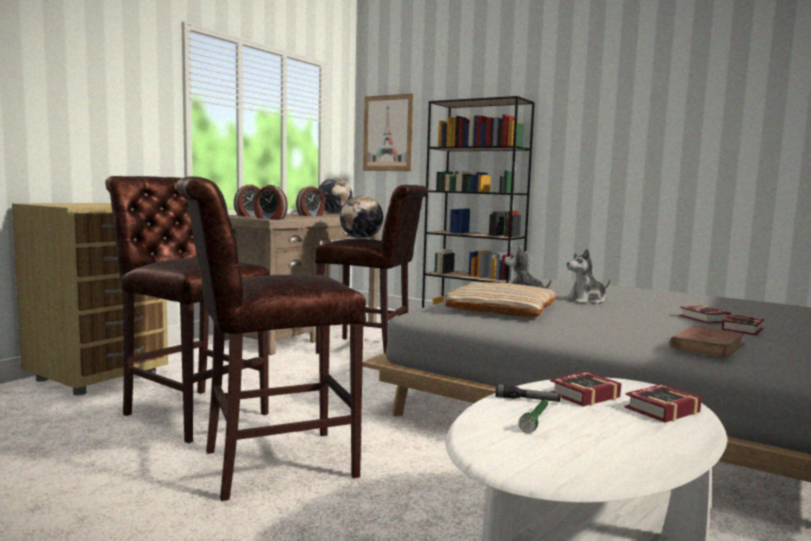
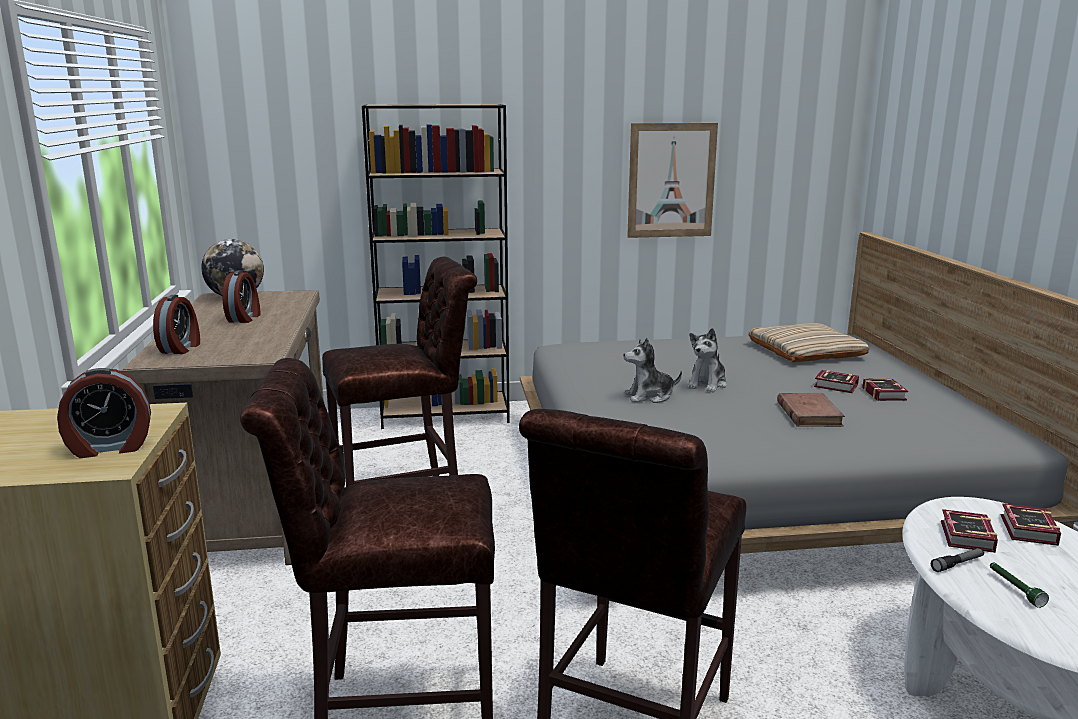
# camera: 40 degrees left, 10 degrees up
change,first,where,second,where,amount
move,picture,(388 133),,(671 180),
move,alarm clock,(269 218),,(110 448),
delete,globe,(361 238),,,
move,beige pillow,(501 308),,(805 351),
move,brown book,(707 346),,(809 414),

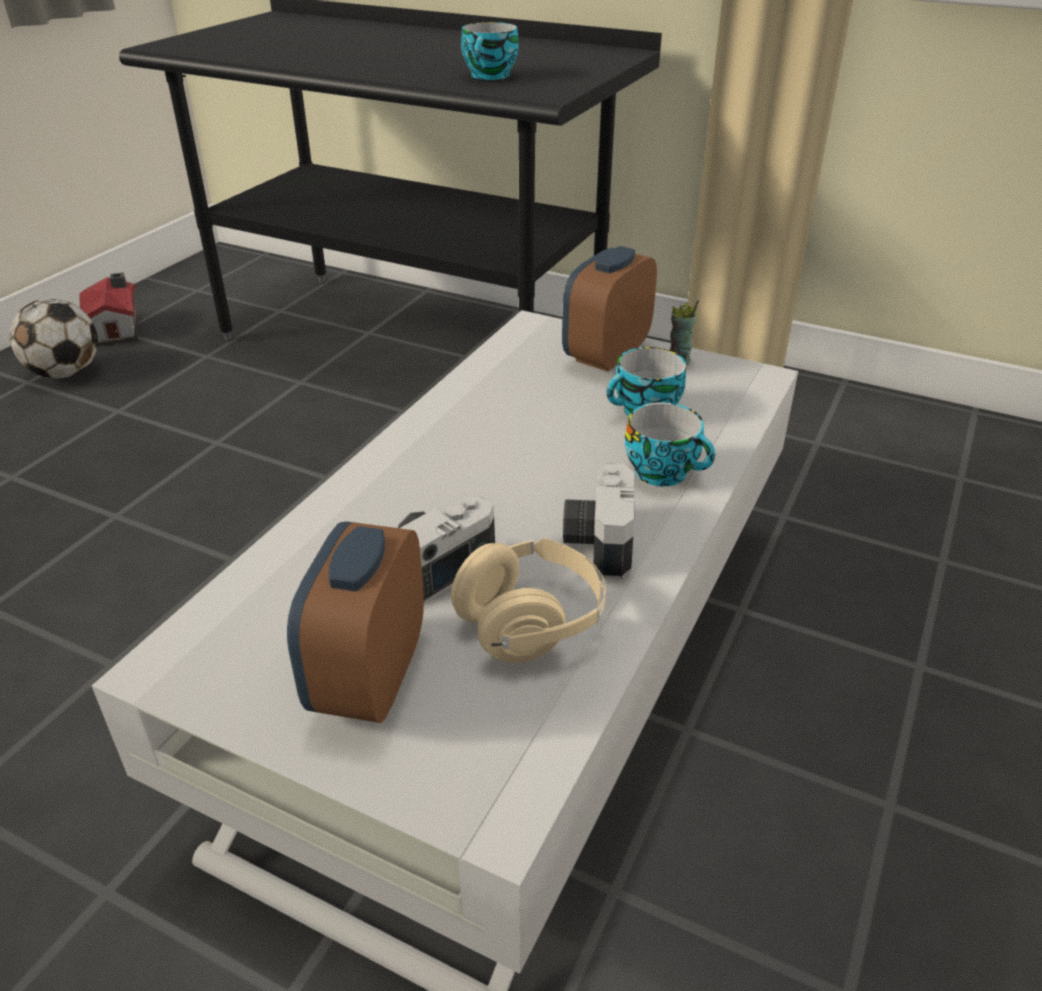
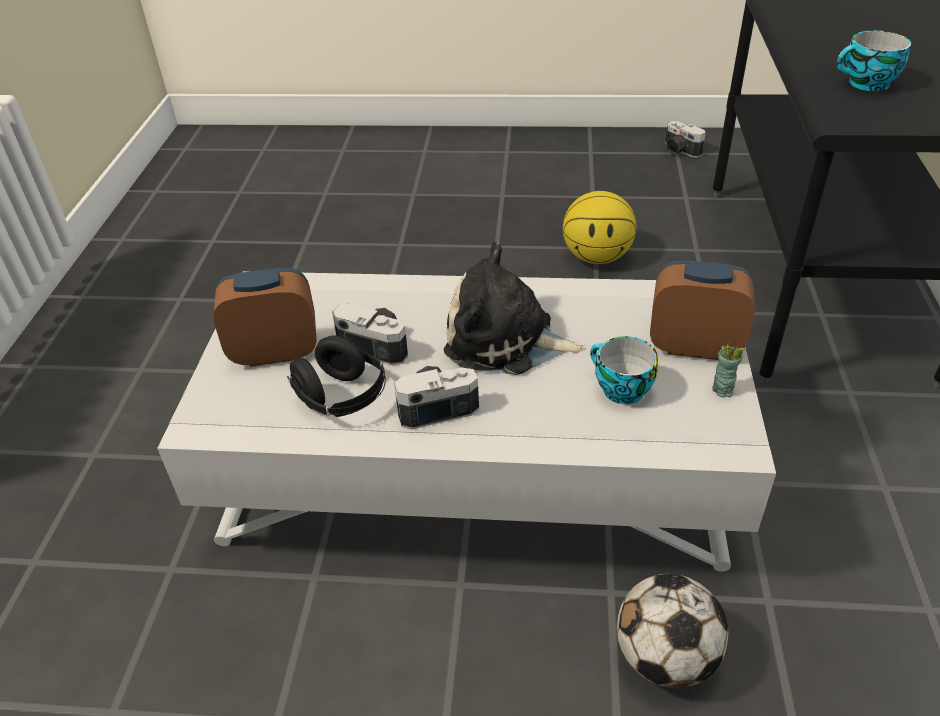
# camera: 70 degrees right, 5 degrees up
change,first,where,second,where,amount
replace,toy house,(119 329),photo camera,(679 151),
move,football,(66 373),,(665 657),
delete,cup,(665 472),,,
recolor,beige headphones,(531 623),black headphones,(342 398),
insert,,,basketball,(597 257),
insert,,,plush toy,(506 341),

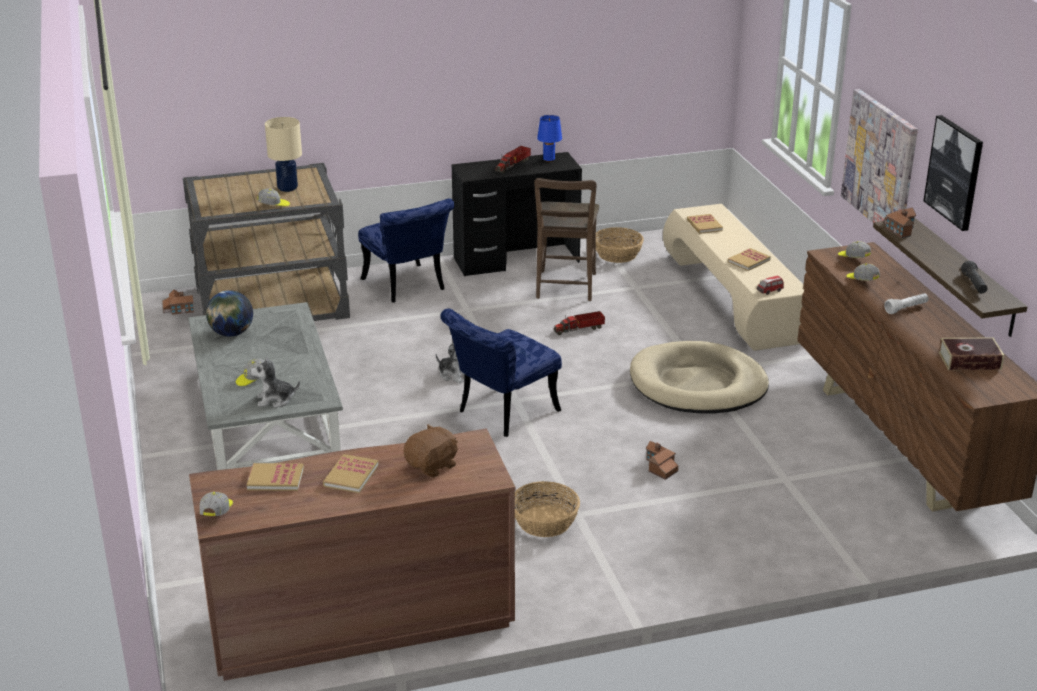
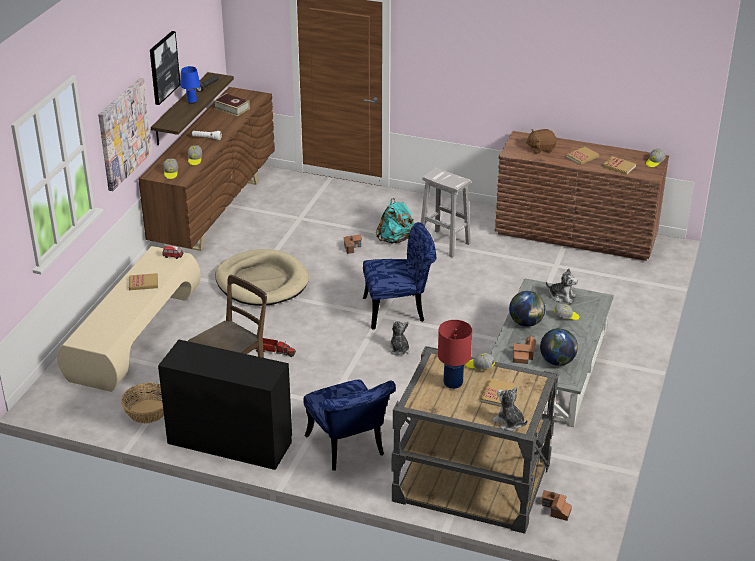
# camera: 145 degrees left, 5 degrees up
change,first,where,second,where,amount
move,blue table lamp,(549 160),,(191 102),
recolor,beige table lamp,(287 189),red table lamp,(453 384),
delete,toy truck,(513 165),,,
rotate,blue chair,(407 287),,(348 449),150 degrees clockwise
move,toy house,(900 229),,(523 355),
move,book,(704 225),,(497 394),
replace,basket,(544 522),white stool,(445 244),
insert,,,turquoise backpack,(395 239),
insert,,,globe,(526 323),
insert,,,plush toy,(509 423),

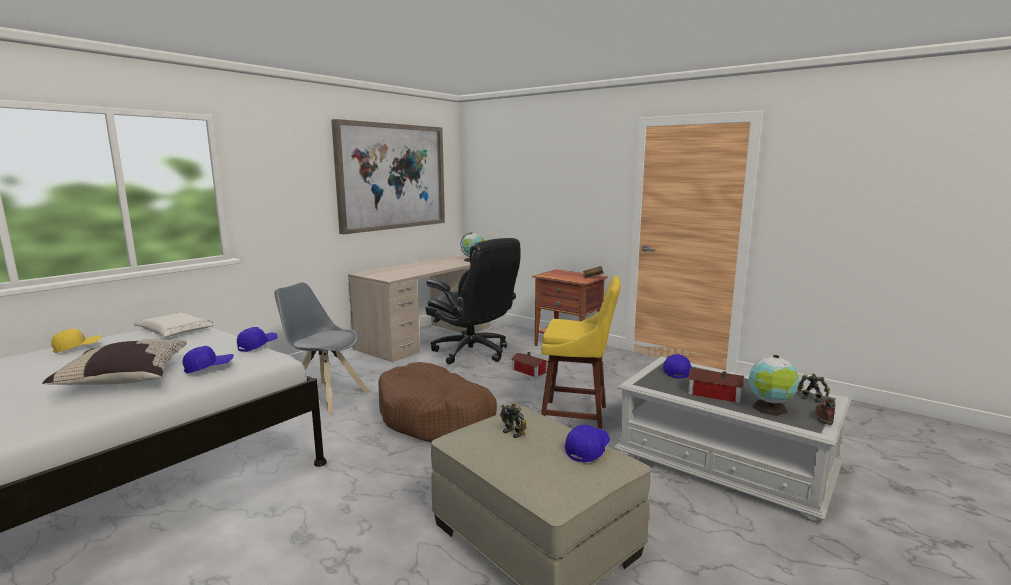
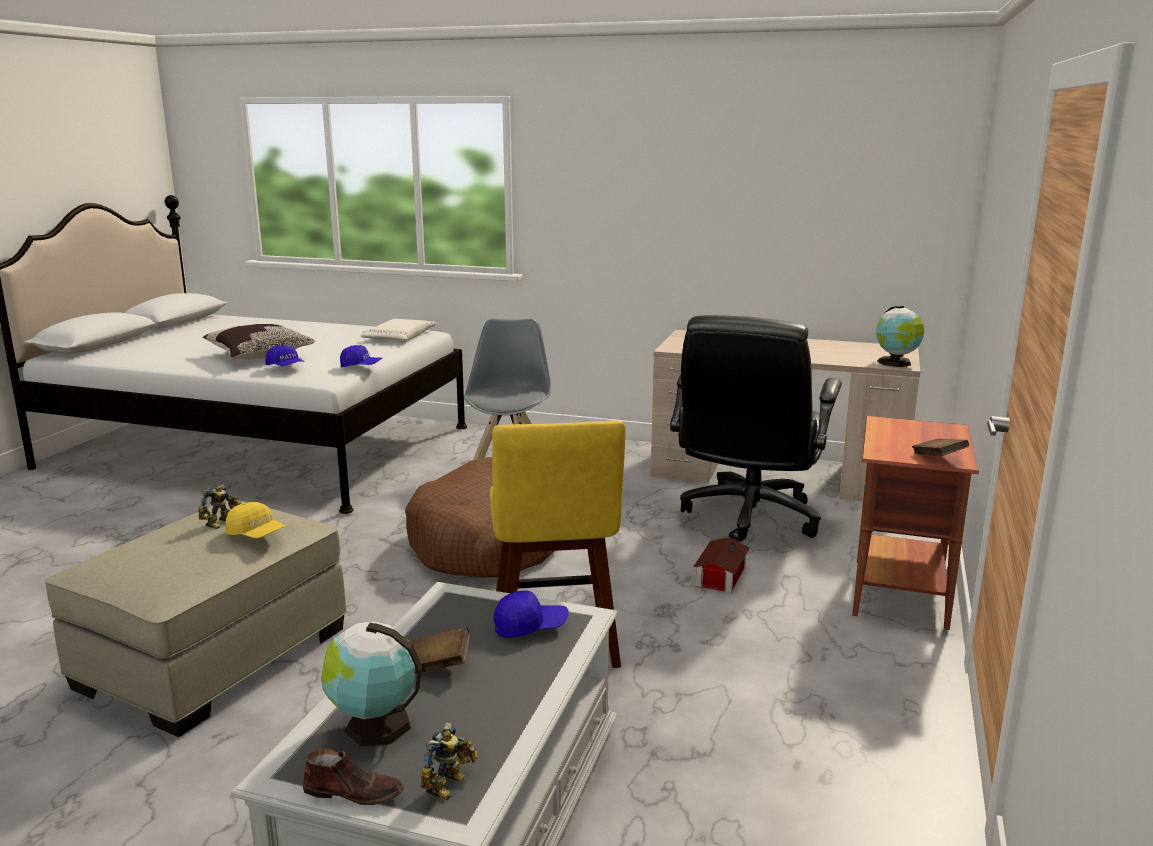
# camera: 70 degrees right, 5 degrees up
change,first,where,second,where,amount
delete,picture,(392 176),,,
move,yellow cap,(78 347),,(256 534),
replace,toy house,(713 392),brown book,(437 666),
delete,blue cap,(587 450),,,

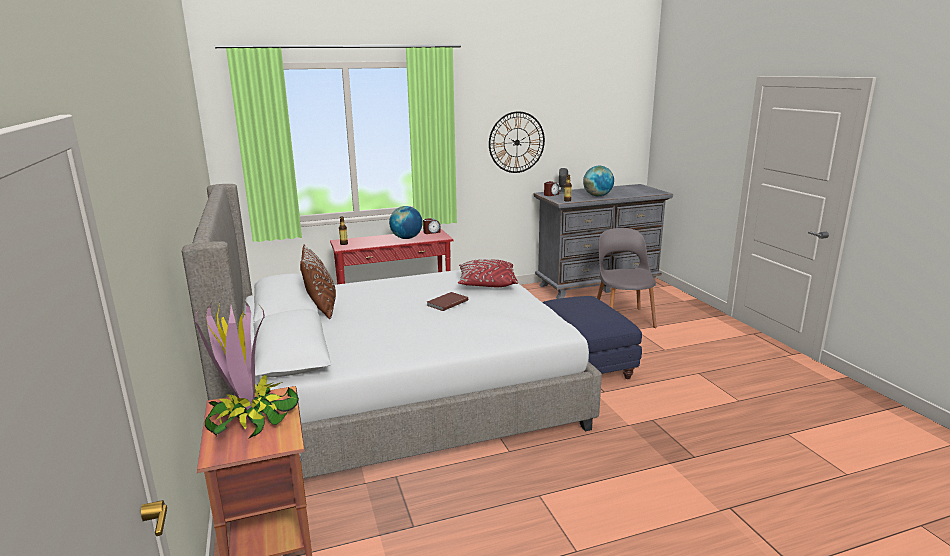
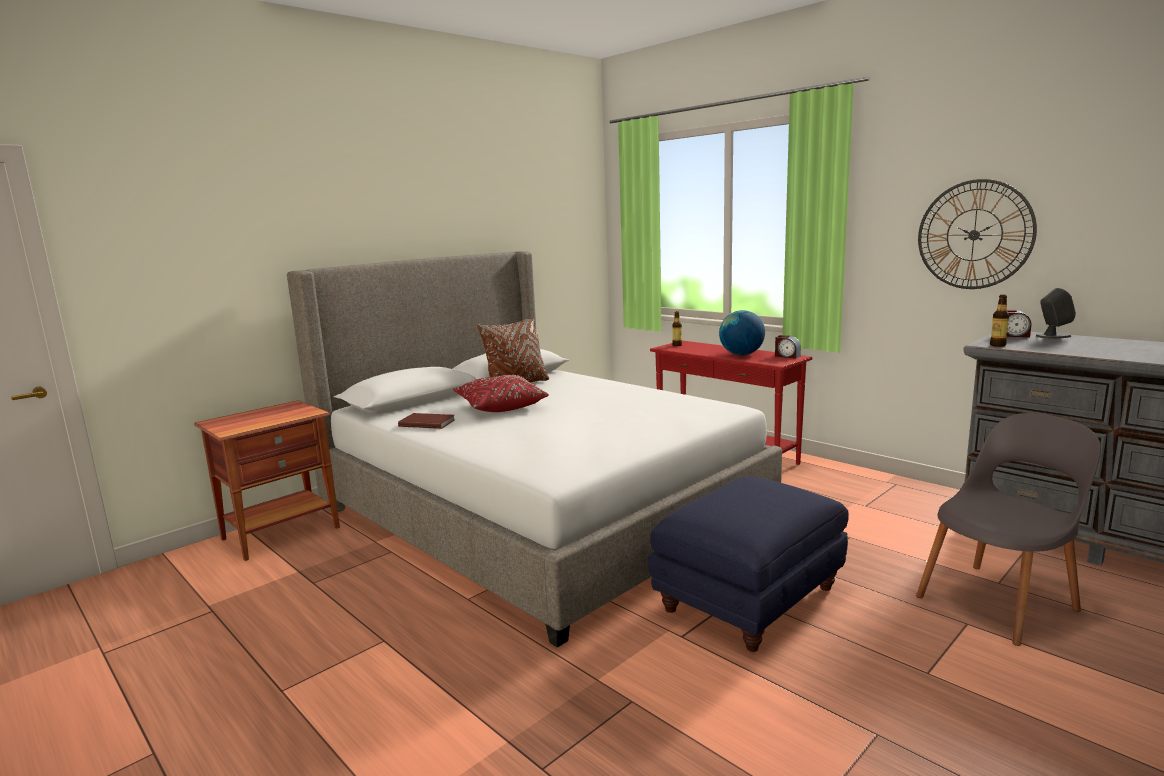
# camera: 65 degrees right, 5 degrees down
change,first,where,second,where,amount
delete,globe,(597 196),,,
move,red pillow,(487 284),,(500 407),
move,brown book,(446 303),,(427 423),
delete,potted plant,(250 418),,,

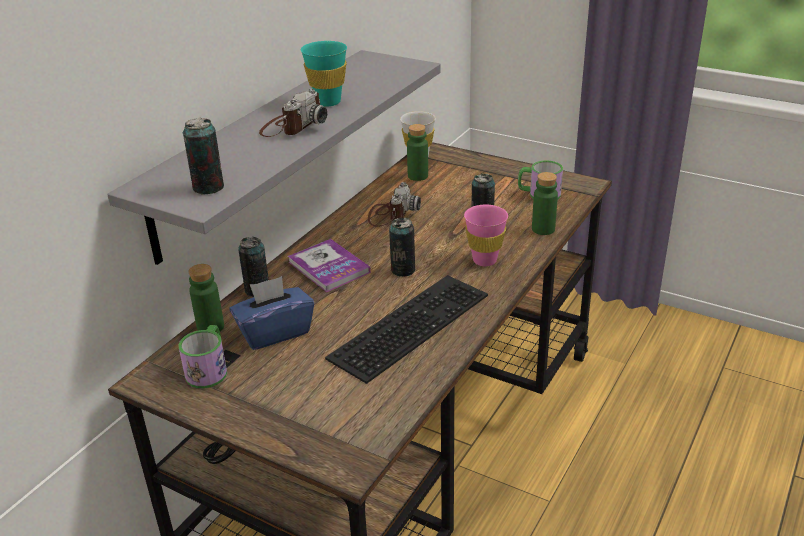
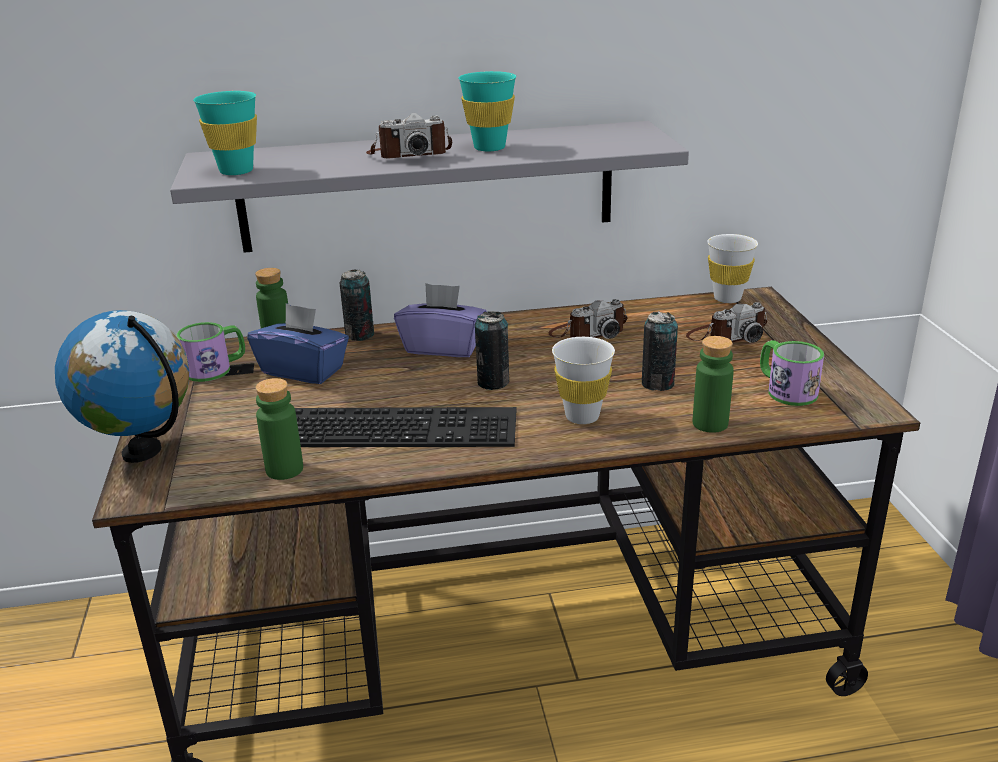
# camera: 50 degrees right, 5 degrees down
change,first,where,second,where,amount
replace,can,(208 188),turquoise cup,(236 171),
move,green bottle,(418 176),,(284 469),
recolor,pink cup,(484 260),white cup,(582 416),
replace,book,(329 267),purple tissue box,(443 347),
insert,,,photo camera,(726 336),
insert,,,globe,(142 451),

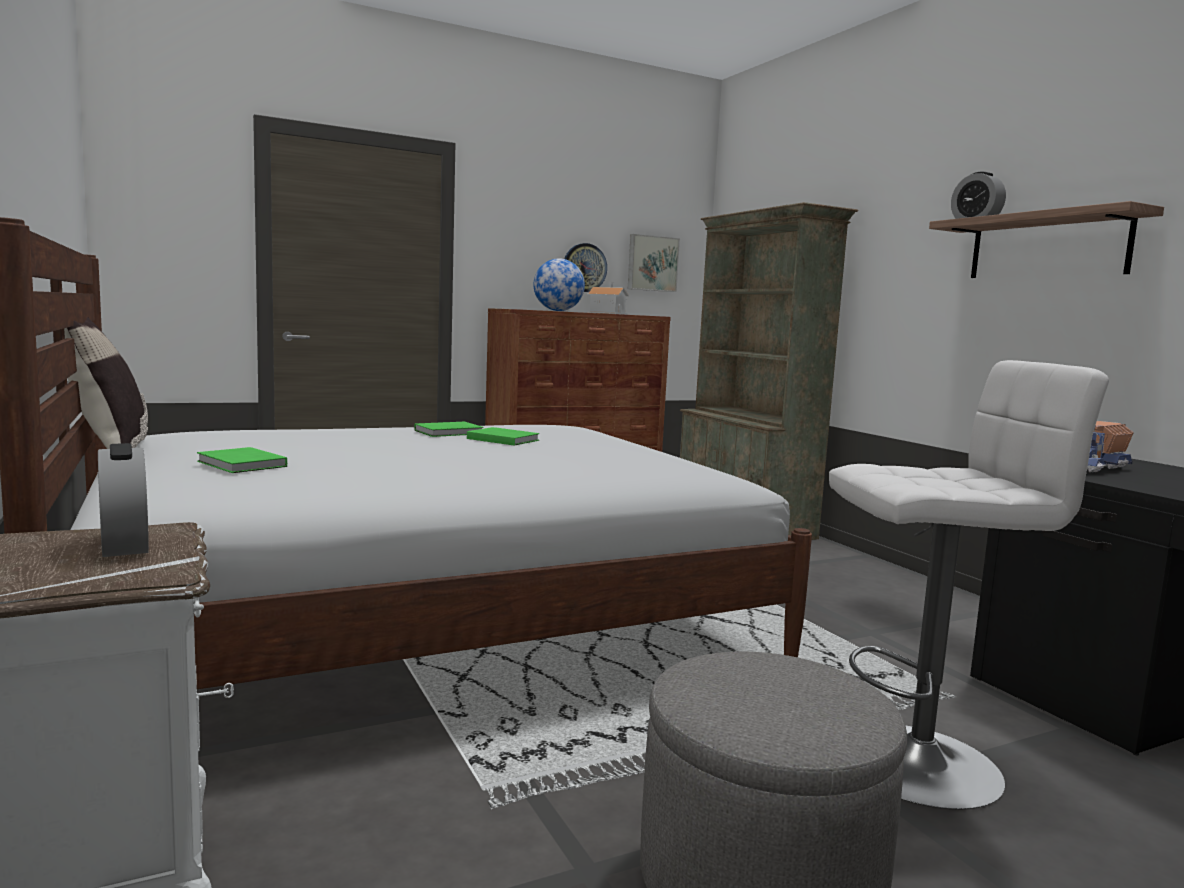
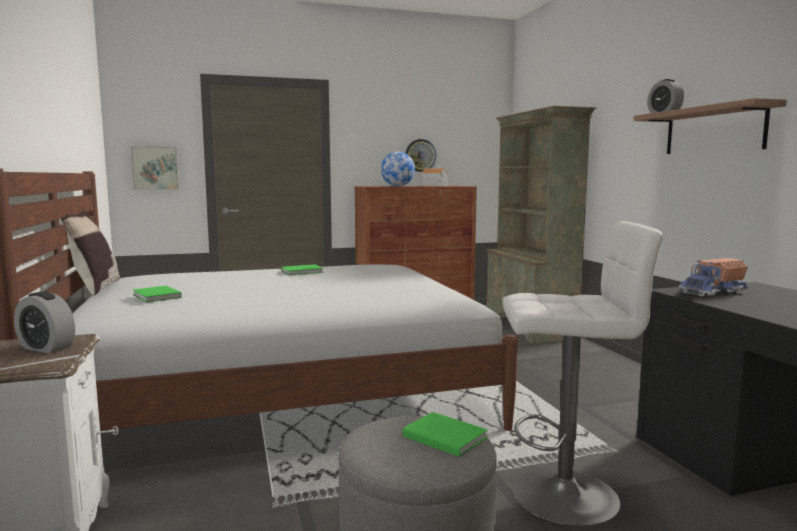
# camera: 10 degrees right, 0 degrees up
change,first,where,second,where,amount
move,picture,(652 263),,(155 168),
move,green book,(502 439),,(444 436),
rotate,alarm clock,(125 545),,(46 348),135 degrees clockwise

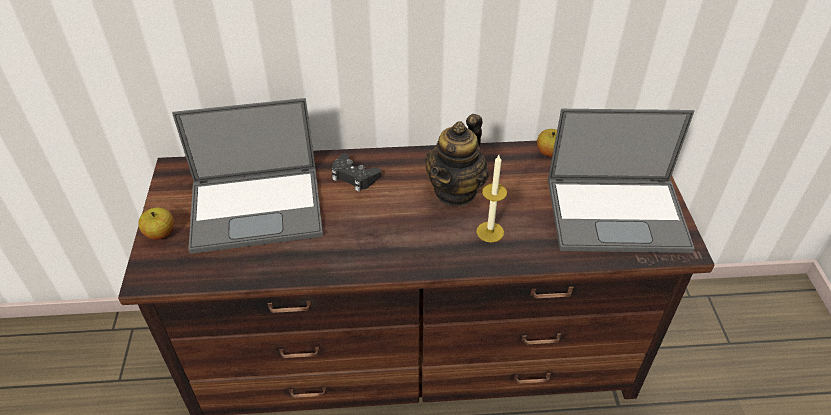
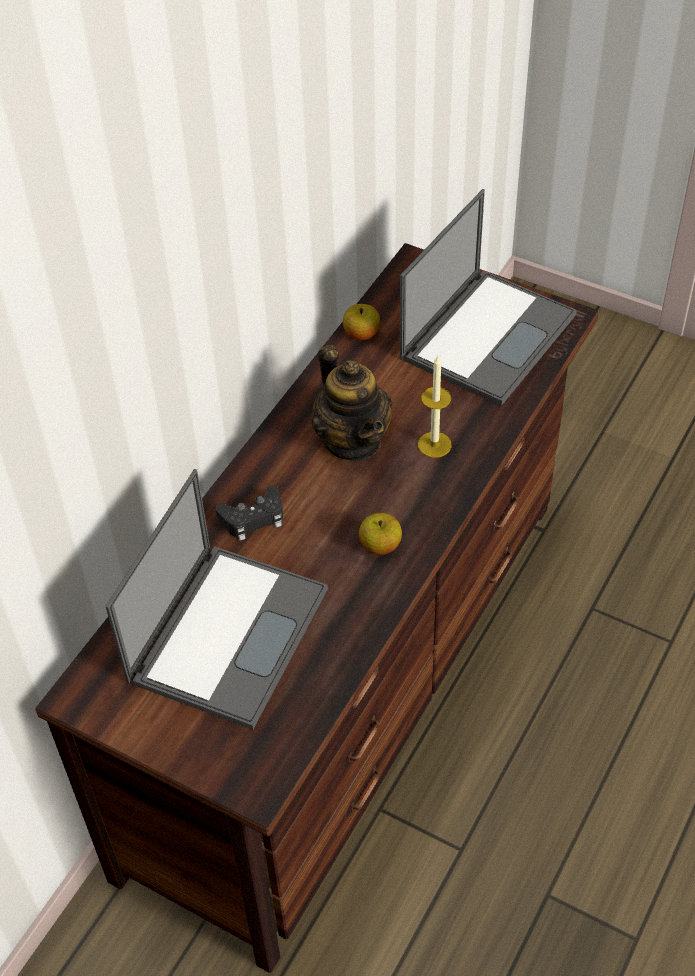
# camera: 55 degrees left, 5 degrees up
change,first,where,second,where,amount
move,apple,(160 233),,(380 545),

